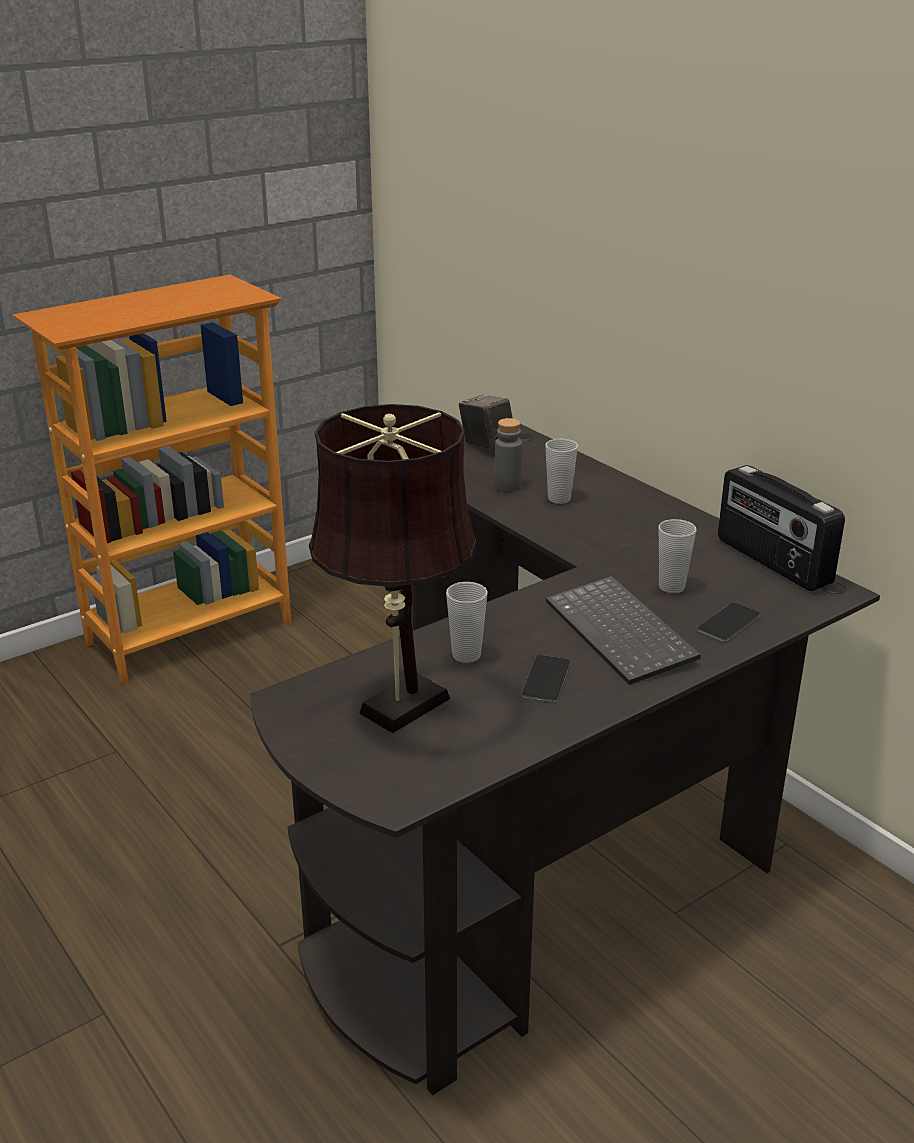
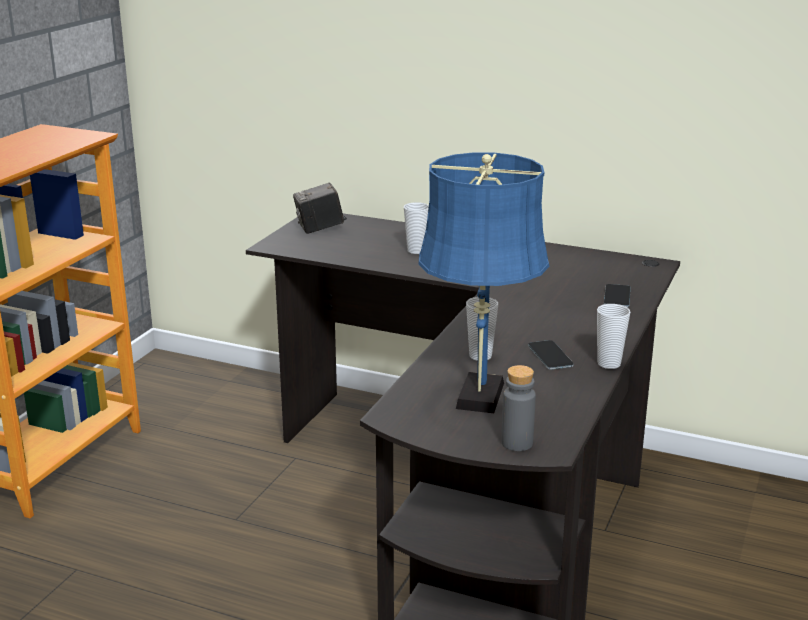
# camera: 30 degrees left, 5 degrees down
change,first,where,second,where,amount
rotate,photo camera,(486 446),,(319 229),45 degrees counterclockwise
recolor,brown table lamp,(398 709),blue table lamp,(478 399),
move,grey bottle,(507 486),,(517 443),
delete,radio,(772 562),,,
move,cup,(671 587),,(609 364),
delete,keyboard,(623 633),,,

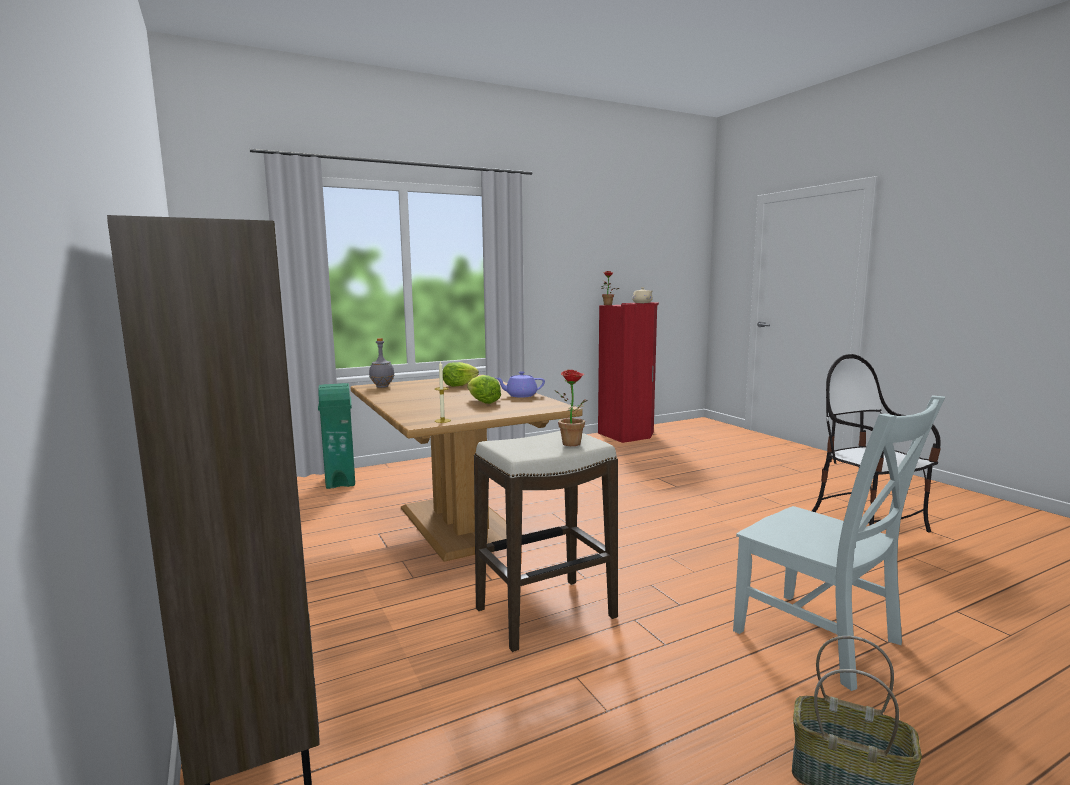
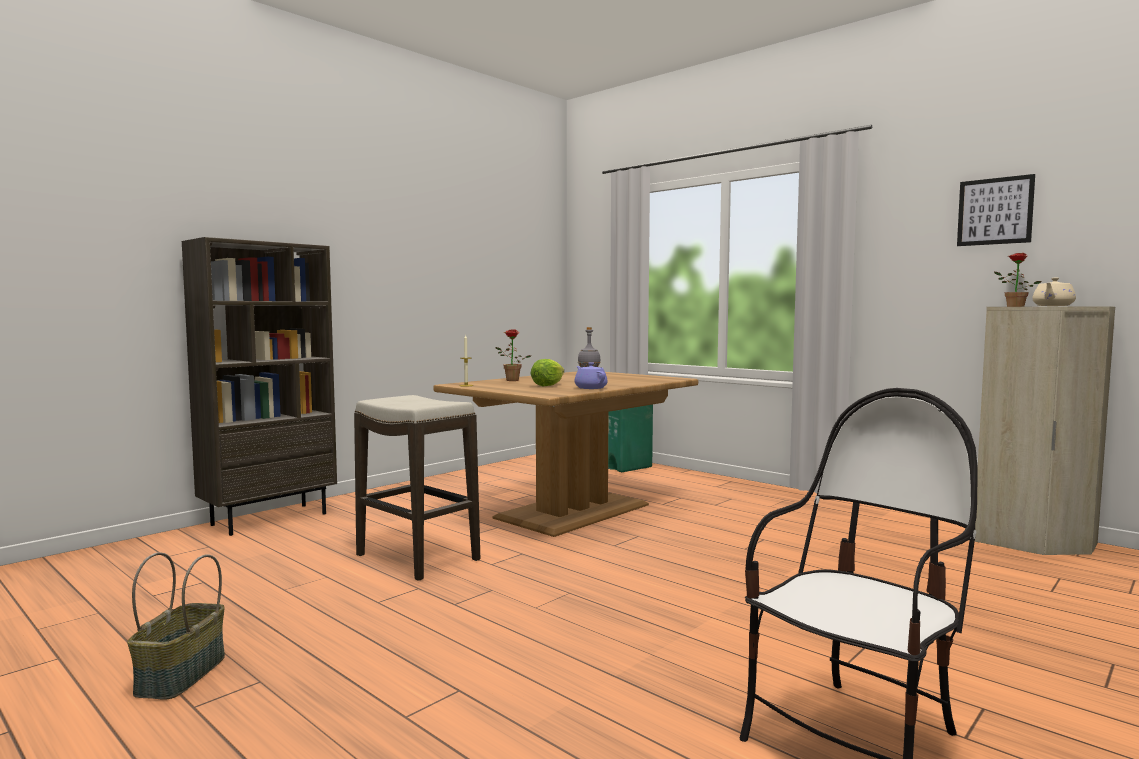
# camera: 70 degrees right, 5 degrees down
change,first,where,second,where,amount
recolor,red cabinet,(629 434),beige cabinet,(1034 541),
delete,lettuce,(459 385),,,
move,potted plant,(574 444),,(511 380),
delete,grey chair,(822 640),,,
insert,,,picture,(995 211),

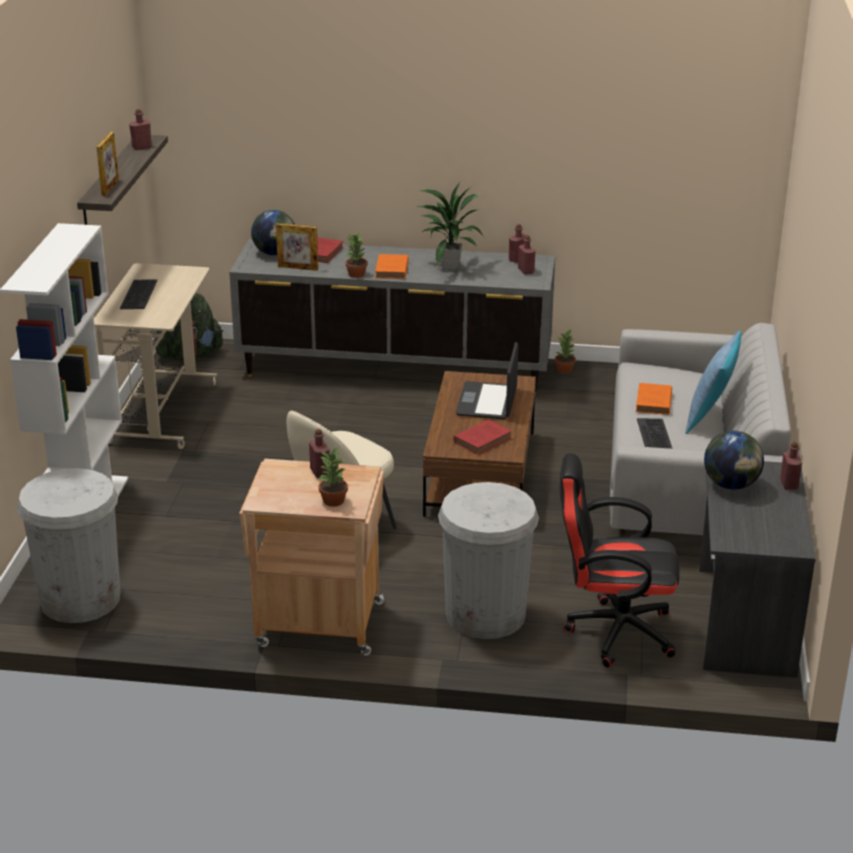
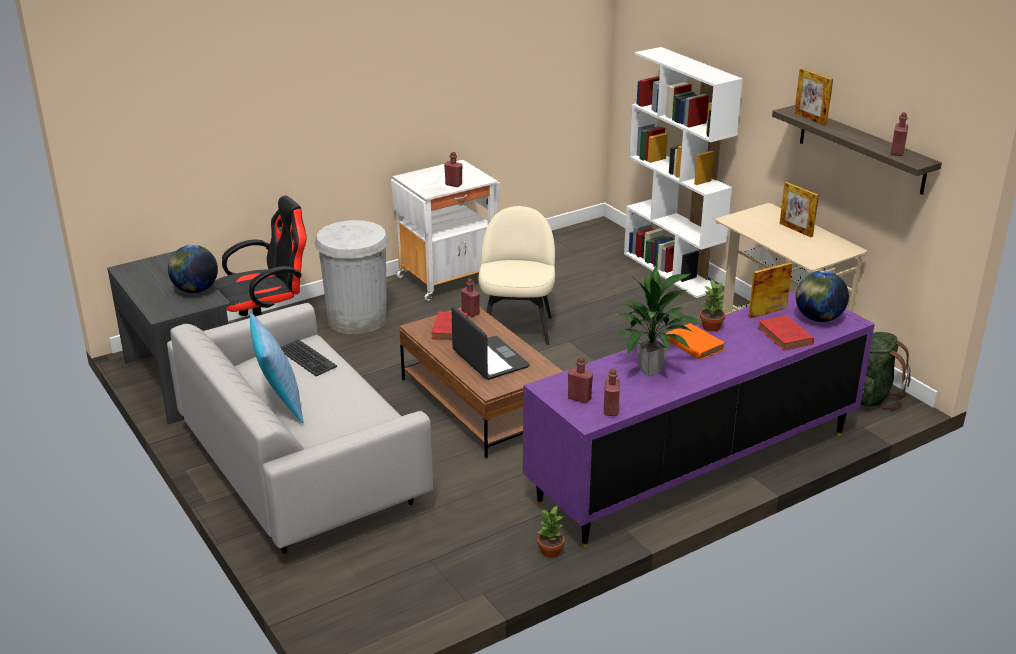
# camera: 140 degrees right, 0 degrees up
change,first,where,second,where,amount
recolor,grey cabinet,(395 370),purple cabinet,(695 467),
replace,keyboard,(138 295),picture frame,(796 230),
delete,orange book,(653 403),,,
move,red bottle,(789 484),,(470 313),
delete,potted plant,(333 501),,,
recolor,brown cart,(317 623),white cart,(447 279),
delete,white trash can,(80 599),,,

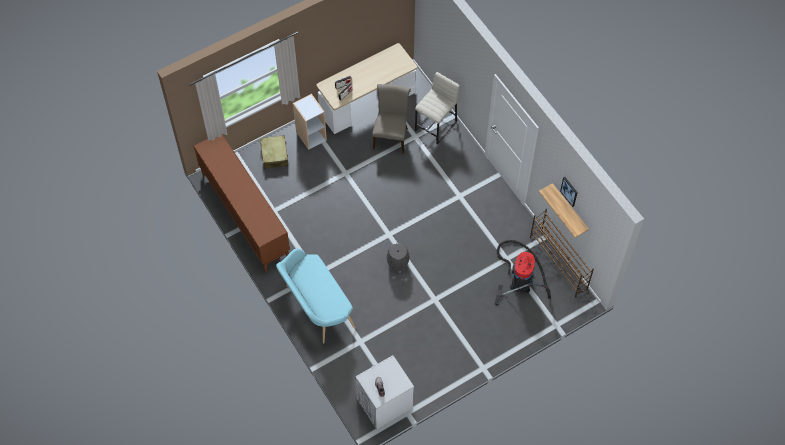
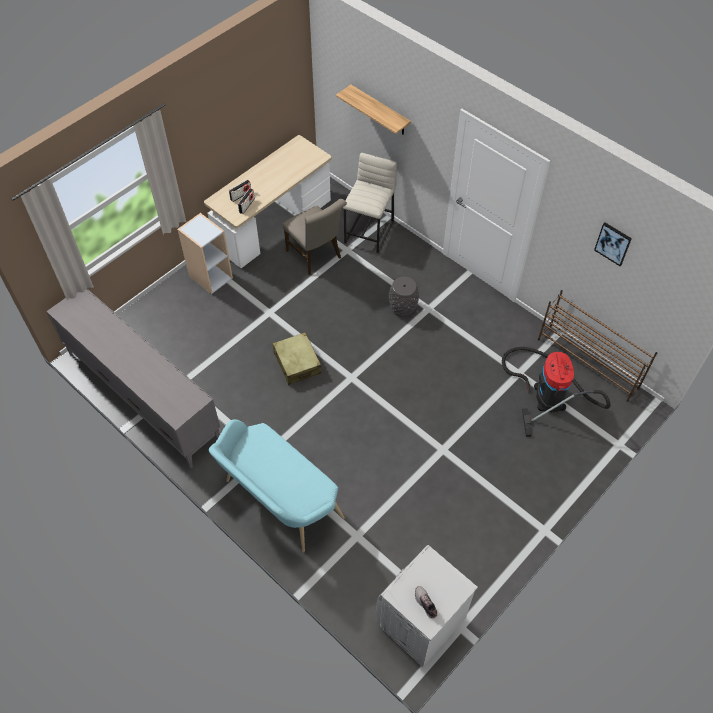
# camera: 15 degrees left, 5 degrees down
change,first,where,second,where,amount
rotate,beige chair,(391 136),,(316 256),150 degrees clockwise
recolor,brown cabinet,(244 215),grey cabinet,(142 397),
move,beige suitcase,(274 155),,(297 363),
move,shelf,(569 210),,(380 111),
move,grey stool,(397 263),,(402 308),

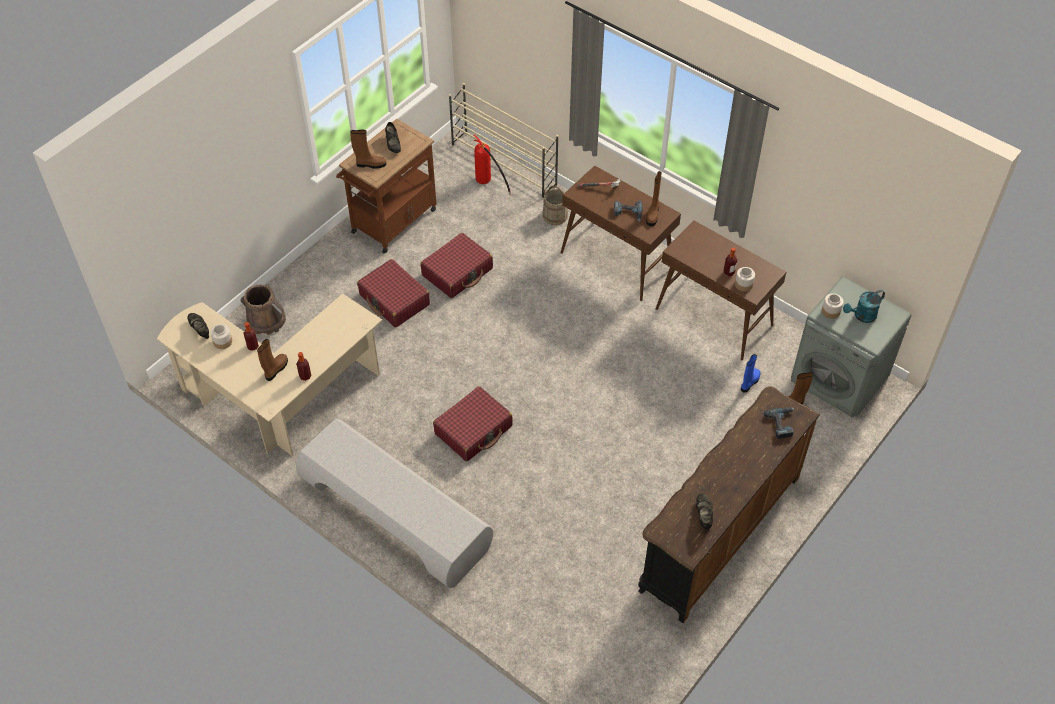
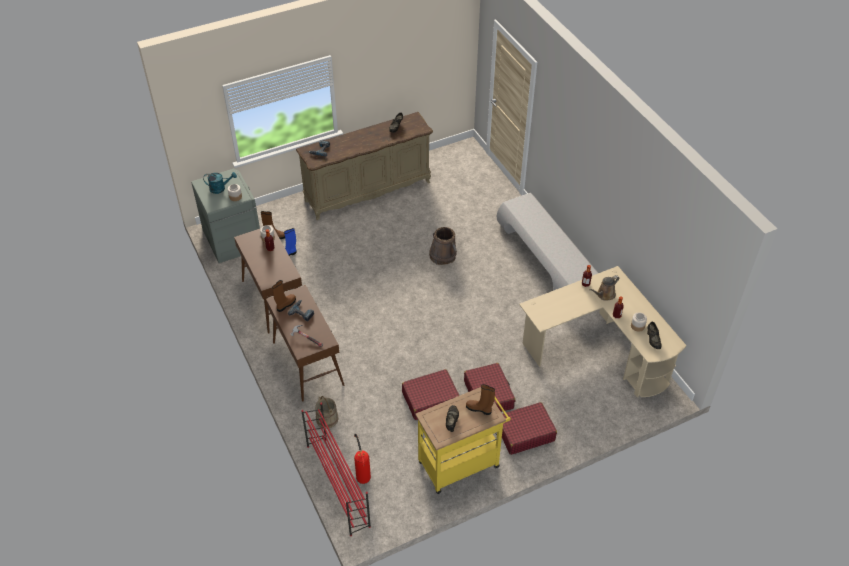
# camera: 155 degrees left, 5 degrees down
change,first,where,second,where,amount
recolor,beige shoe rack,(504 166),red shoe rack,(338 485),
recolor,brown cart,(392 223),yellow cart,(461 464),
move,brown bucket,(266 320),,(443 255),
replace,brown boot,(276 369),brown watering can,(604 295),
move,red suitcase,(473 430),,(524 433),
recolor,black cabinet,(718 532),beige cabinet,(368 192),

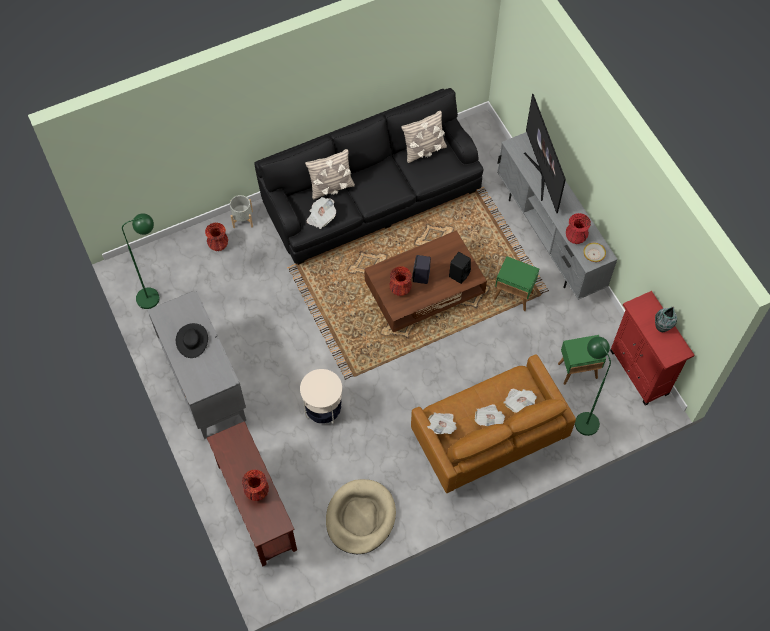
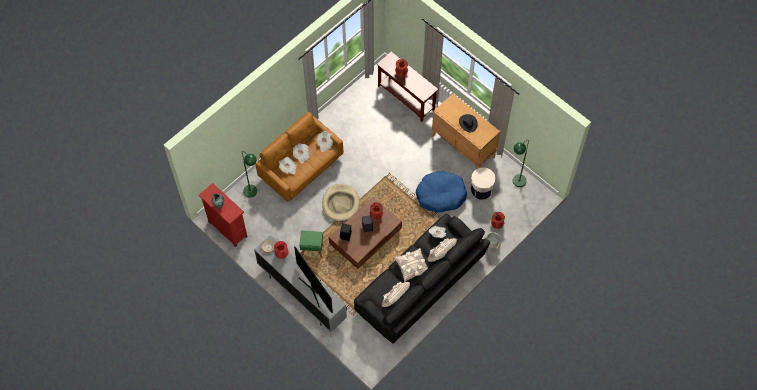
# camera: 160 degrees right, 0 degrees up
change,first,where,second,where,amount
recolor,grey cabinet,(204 384),brown cabinet,(463 147),
delete,green side table,(578 371),,,
move,beige side table,(323 409),,(481 191),
move,beige dog bed,(360 517),,(341 204),
insert,,,blue dog bed,(440 195),
insert,,,beige pillow,(412 267),

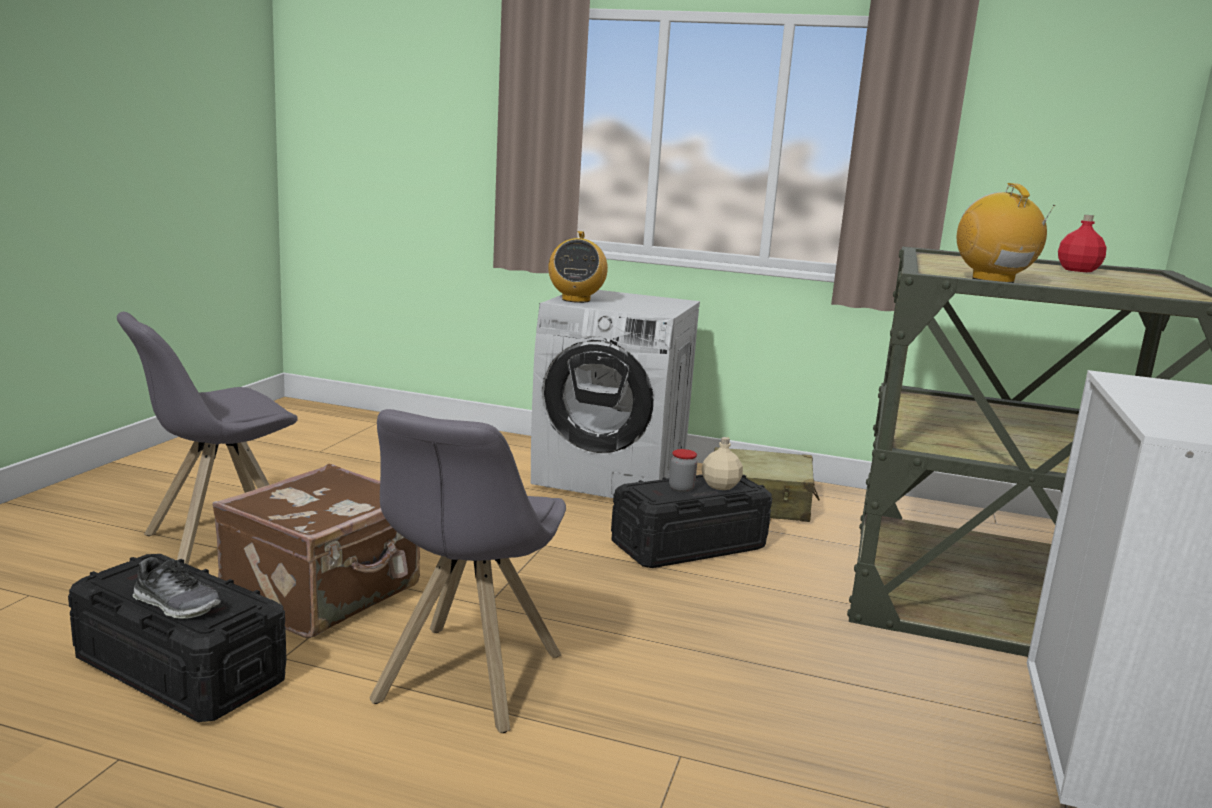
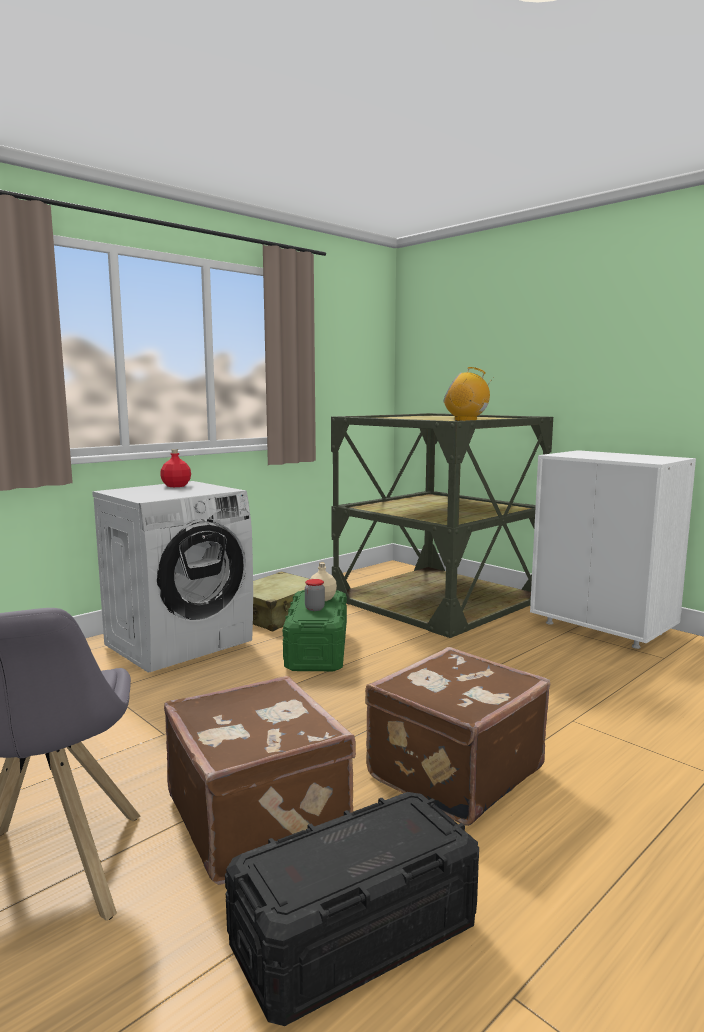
# camera: 60 degrees left, 5 degrees down
change,first,where,second,where,amount
move,red bottle,(1078 270),,(176 486),
delete,radio,(576 300),,,
replace,grey chair,(467 677),brown suitcase,(452 771),
recolor,black storage box,(688 545),green storage box,(317 650),
delete,shoe,(176 605),,,

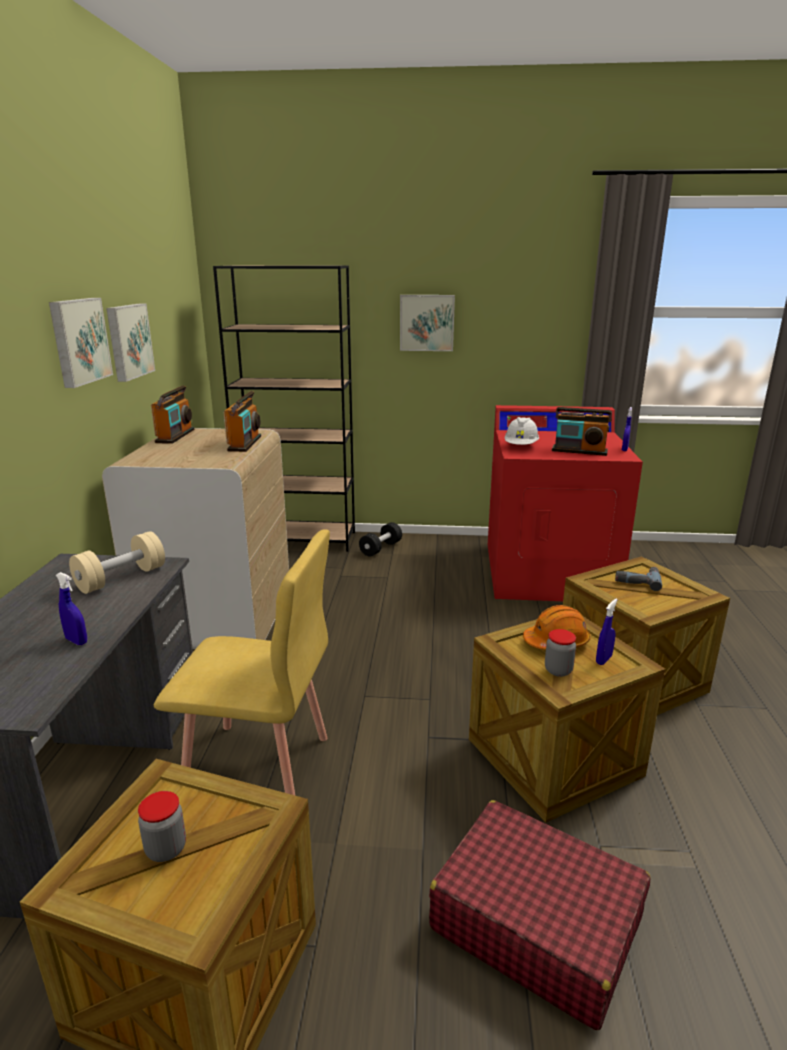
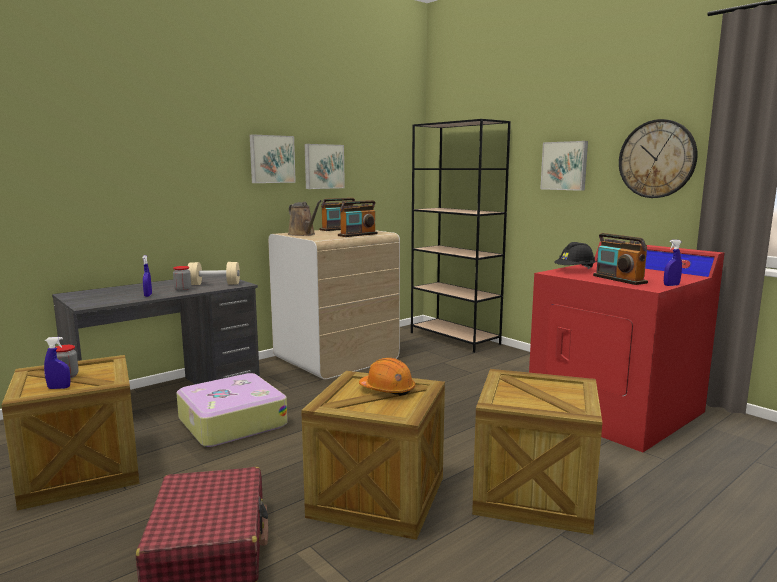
# camera: 45 degrees right, 10 degrees down
change,first,where,second,where,amount
recolor,white hard hat,(521 447),black hard hat,(574 270),
delete,black dumbbell,(381 548),,,
replace,yellow chair,(259 768),suitcase,(231 422),
delete,power drill,(637 580),,,
move,blue spray bottle,(603 660),,(59 388),
move,jar,(558 670),,(182 290),
insert,,,wall clock,(657 159),
insert,,,brown watering can,(303 234),

